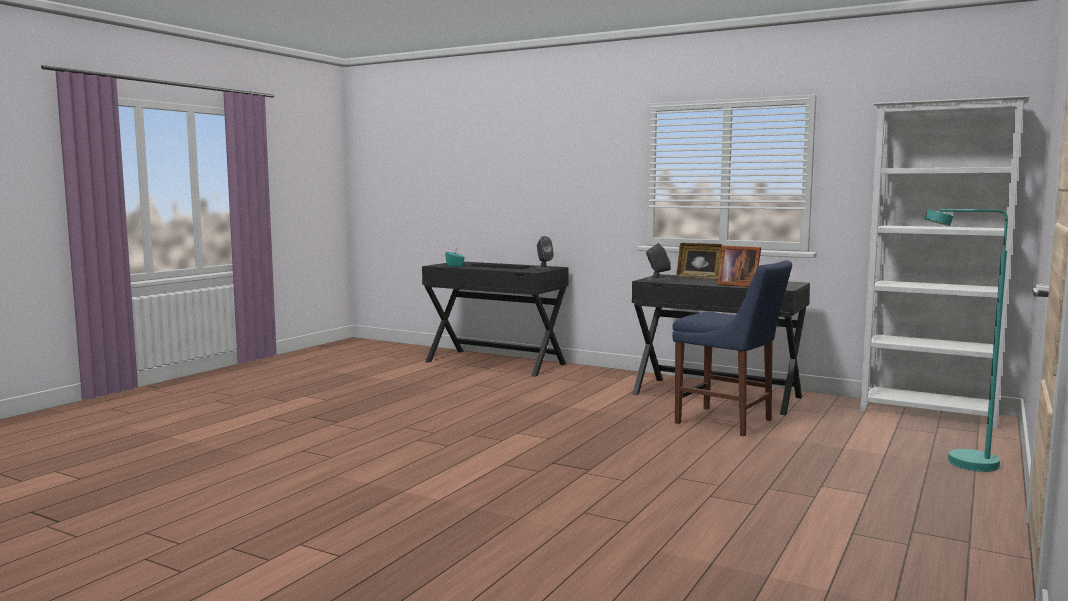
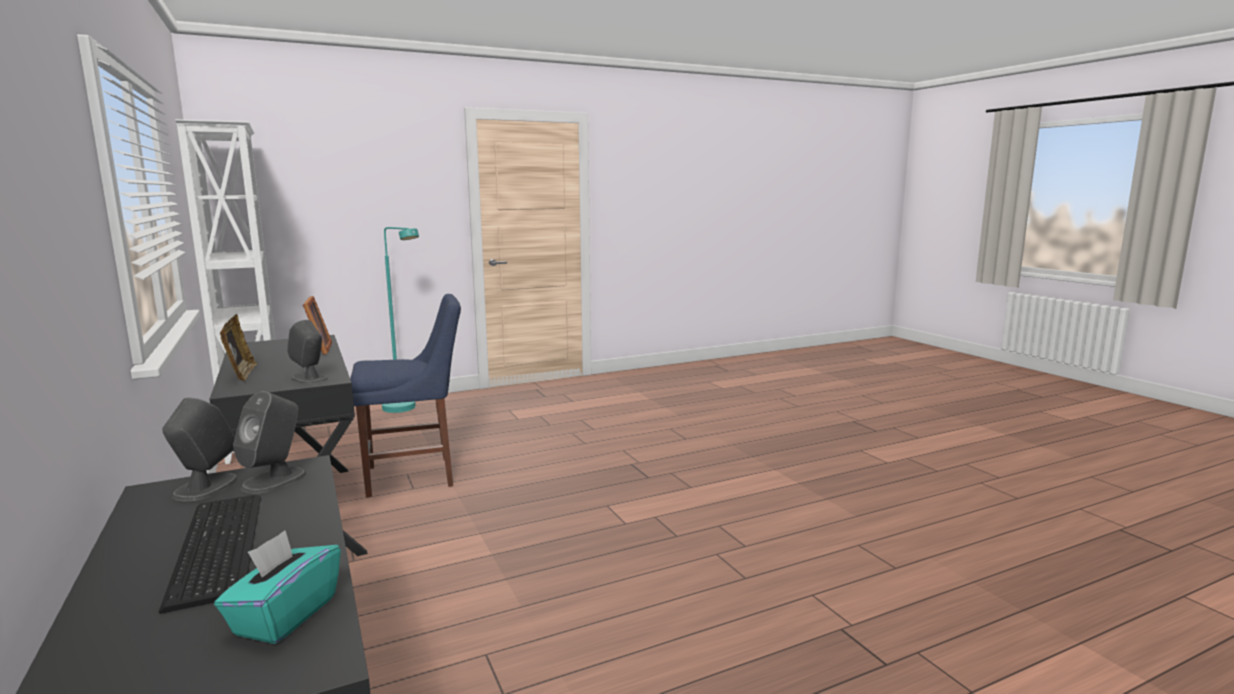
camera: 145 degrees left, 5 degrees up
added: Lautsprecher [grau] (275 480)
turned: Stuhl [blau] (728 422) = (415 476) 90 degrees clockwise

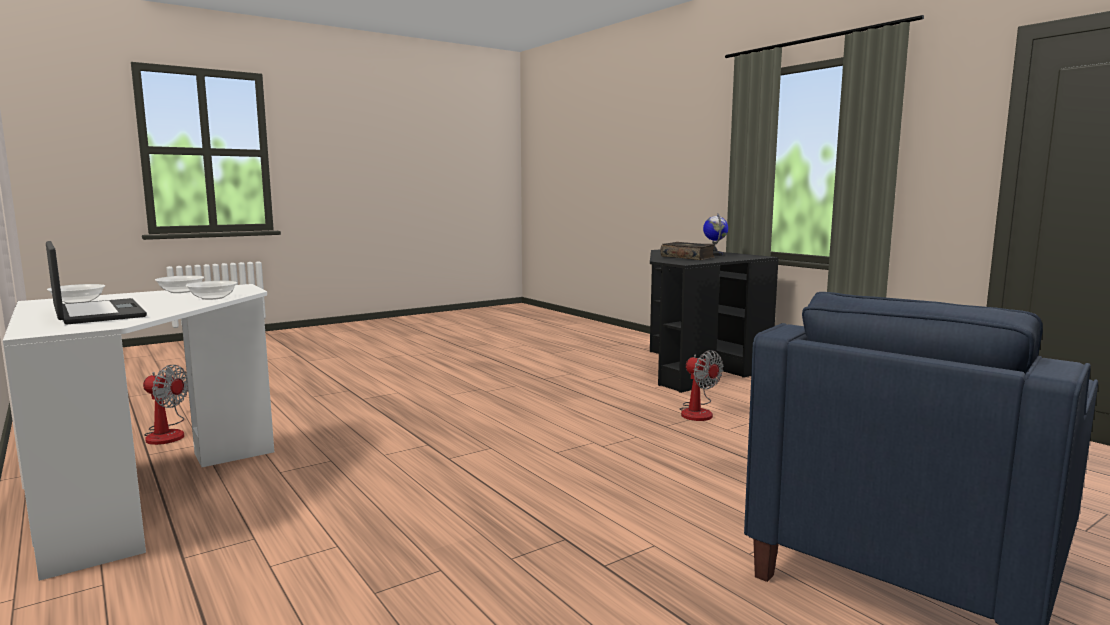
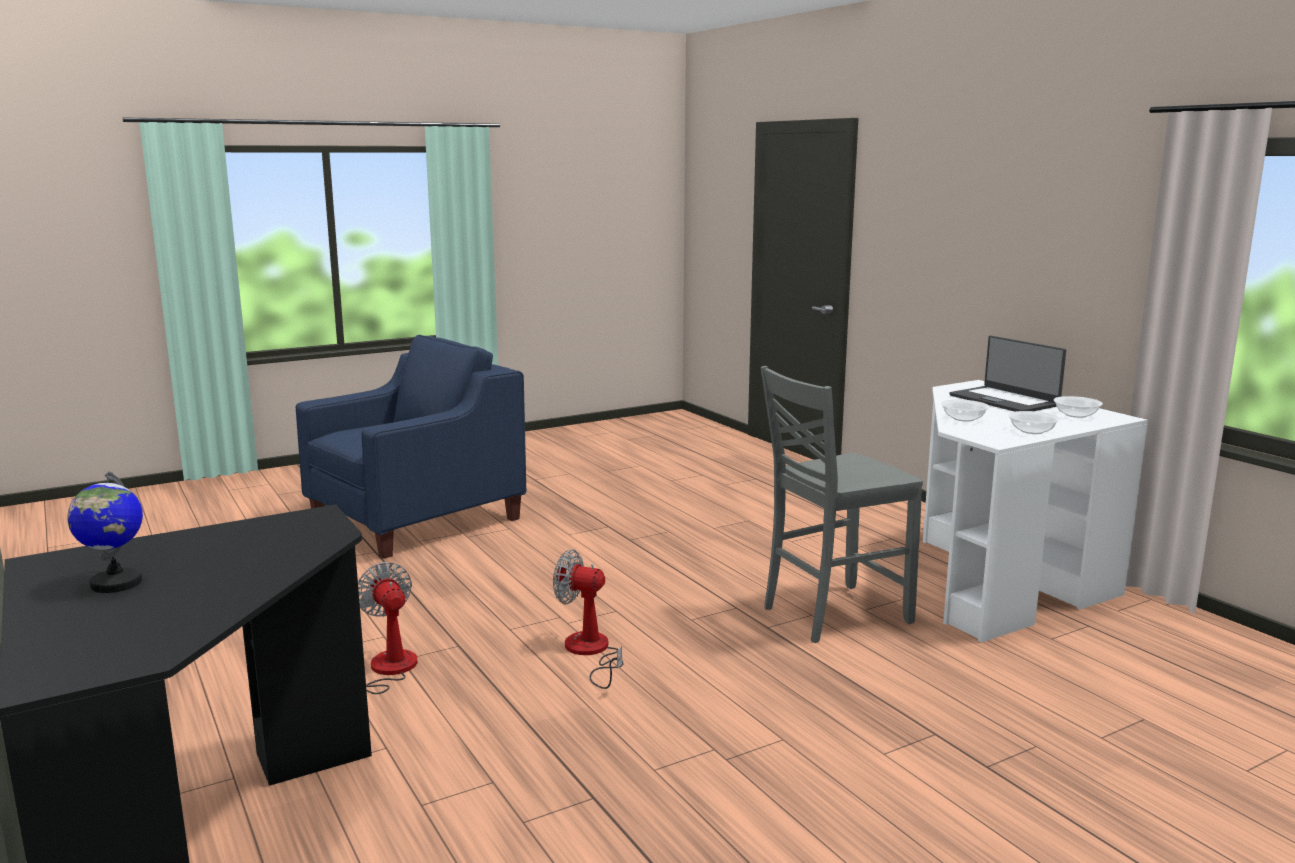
camera: 175 degrees left, 5 degrees up
removed: Buch (688 257)
added: Stuhl [grau] (832 614)
moved: Ventilator (166 434) to (591 652)

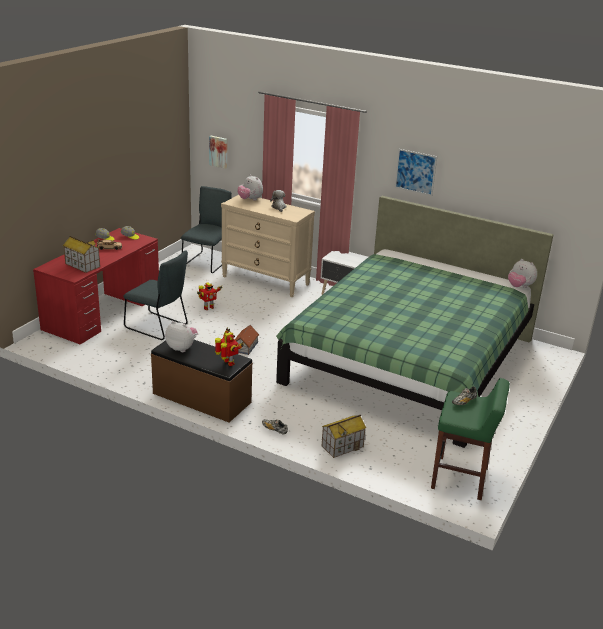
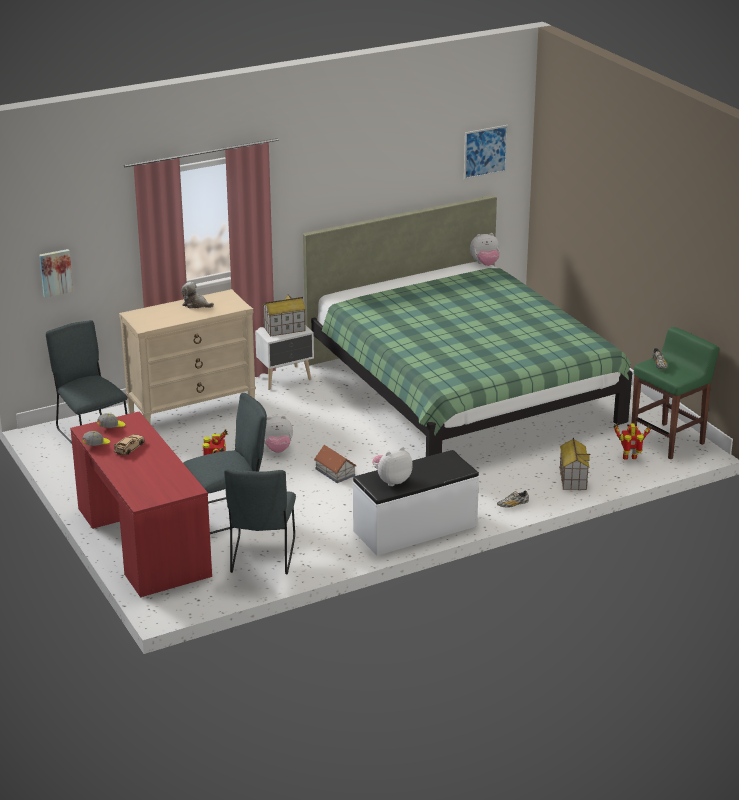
camera: 55 degrees left, 0 degrees up
added: Stuhl [grau] (262 558)
moved: Spielzeughaus (82 265) to (284 329); Spielzeugroboter (228 363) to (630 458); Plüschtier (250 199) to (277 449); Bild (415 172) to (485 152)
recoloured: Bank [braun] (201 398) to Bank [weiß] (415 529)

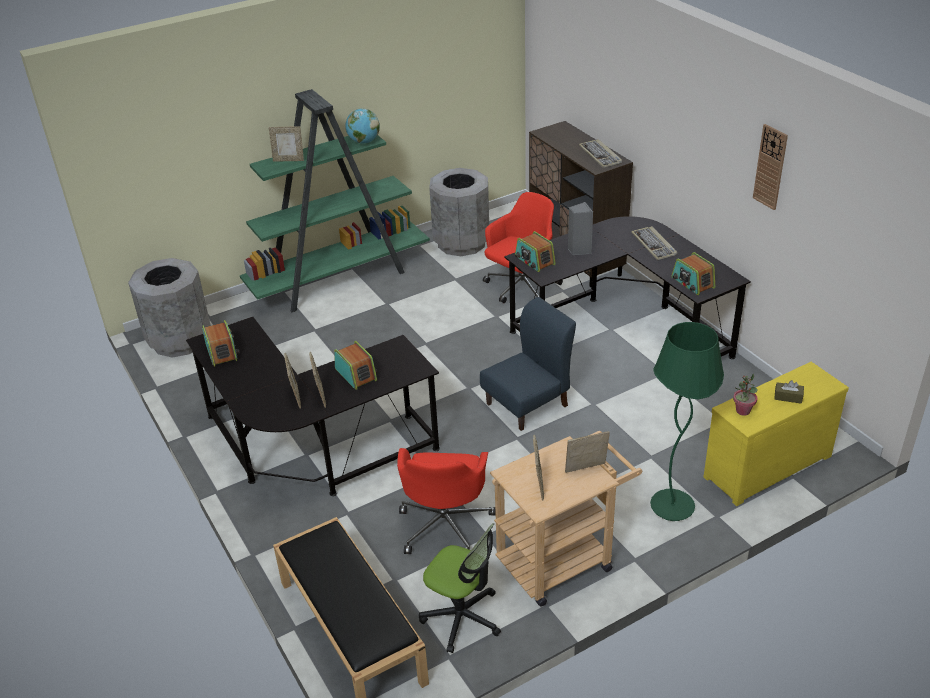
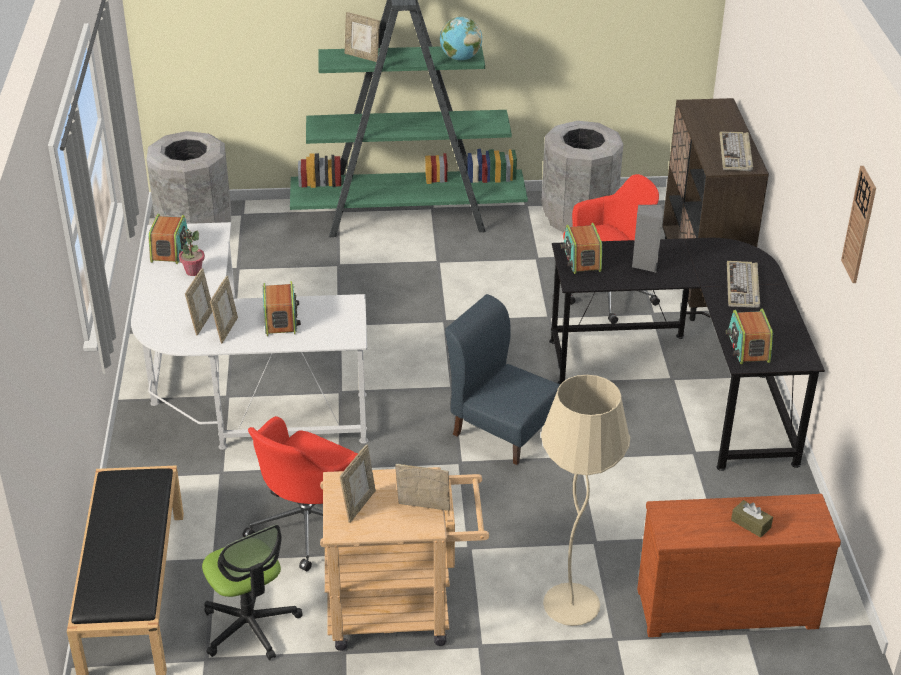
camera: 25 degrees right, 0 degrees up
moved: Topfpflanze (742 411) to (193 271)
recoloured: Schreibtisch [schwarz] (311 451) to Schreibtisch [weiß] (236 394); Stehlampe [grün] (672 507) to Stehlampe [beige] (571 607); Kommode [gelb] (765 464) to Kommode [braun] (725 605)
turned: Stuhl [blau] (528 404) = (502 430) 135 degrees counterclockwise

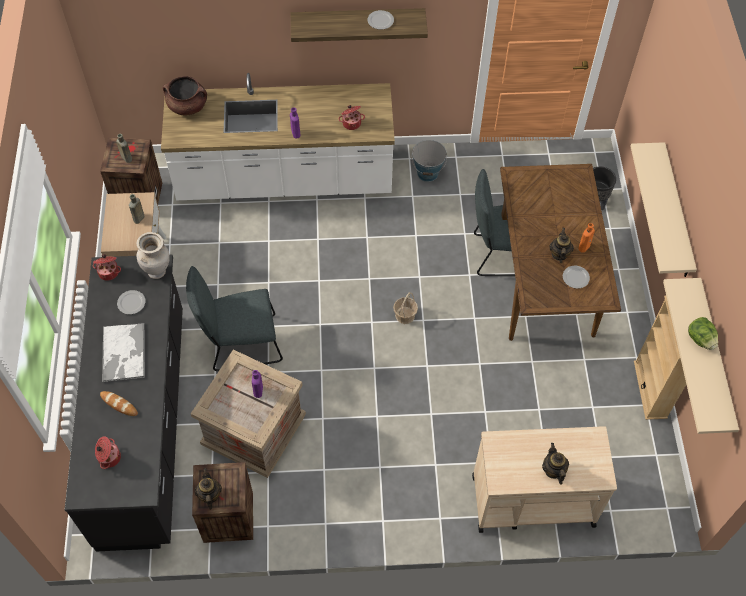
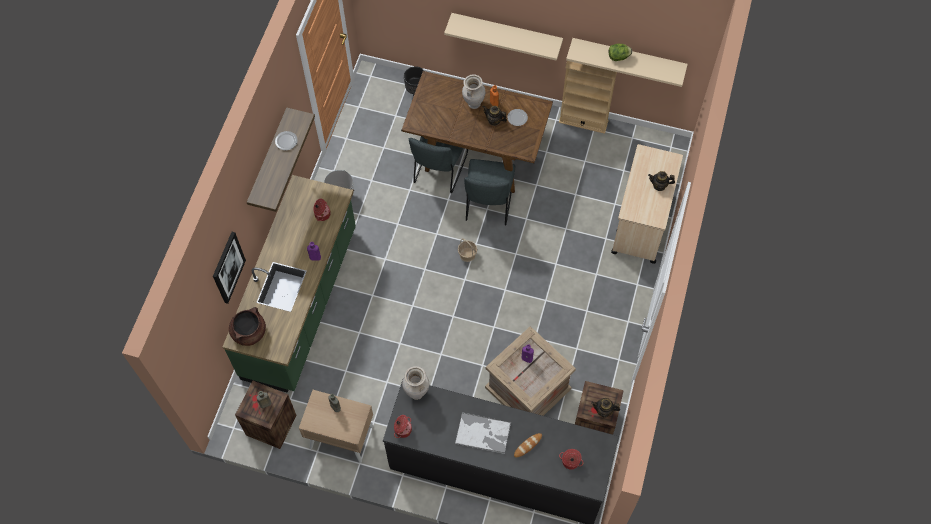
camera: 70 degrees left, 5 degrees up
removed: Teller (132 303)
added: Bild (228 267); Vase [beige] (473 104)
moved: Stuhl [grau] (240 344) to (488 204)
recoloured: Küchenzeile [weiß] (284 179) to Küchenzeile [grün] (301 303)

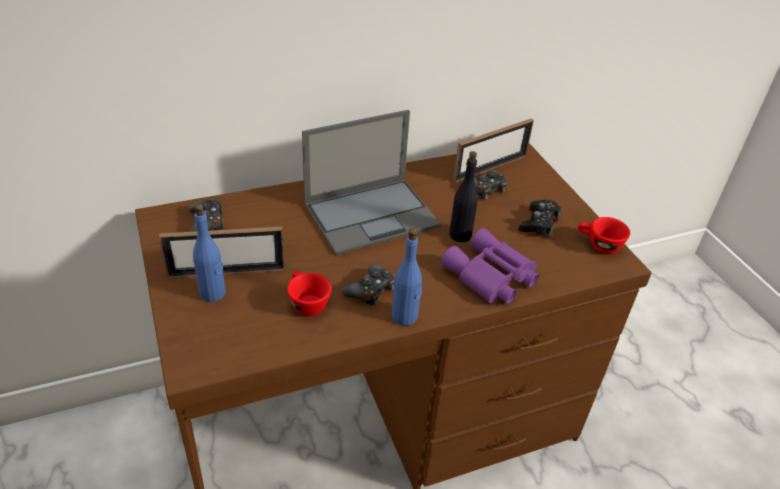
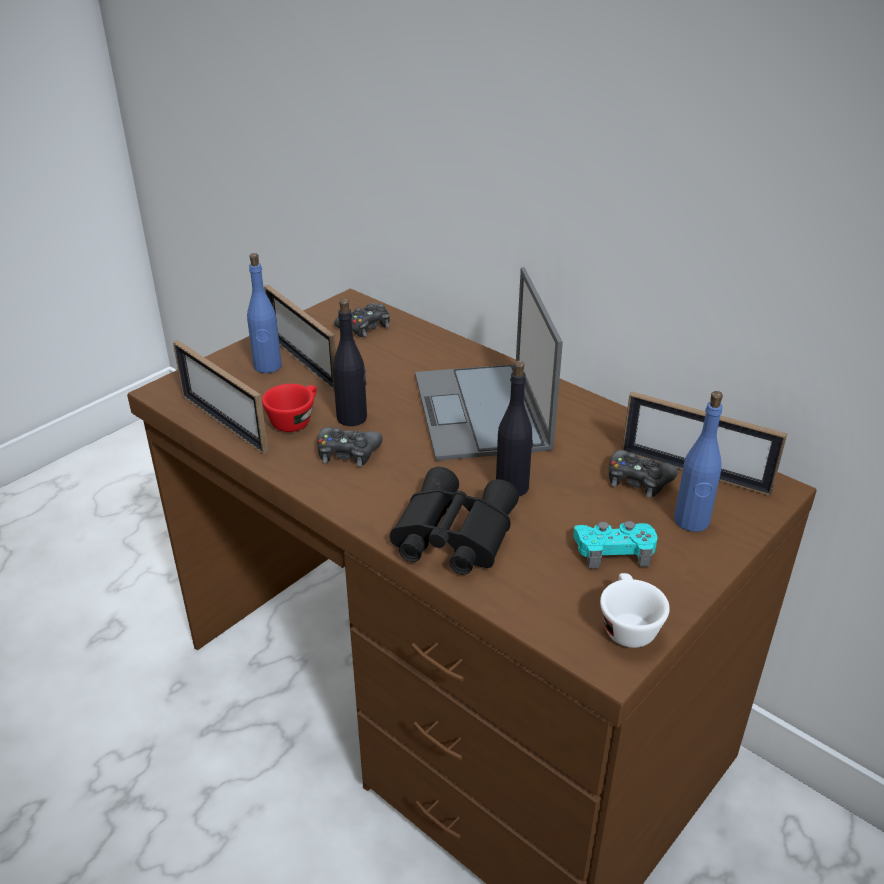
camera: 65 degrees right, 5 degrees down
added: Bilderrahmen (224 423); Flasche [schwarz] (352 418)
moved: Flasche [blau] (405 316) to (691 521)
recoloured: Fernglas [lila] (490 277) to Fernglas [schwarz] (451 535); Gamepad [schwarz] (539 223) to Gamepad [türkis] (614 550); Tasse [rot] (598 245) to Tasse [weiß] (626 625)
turned: Laptop (372 215) = (482 412) 45 degrees clockwise

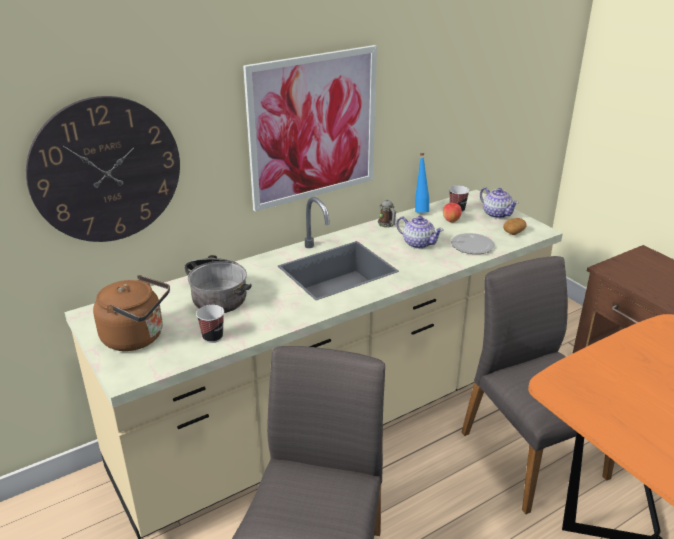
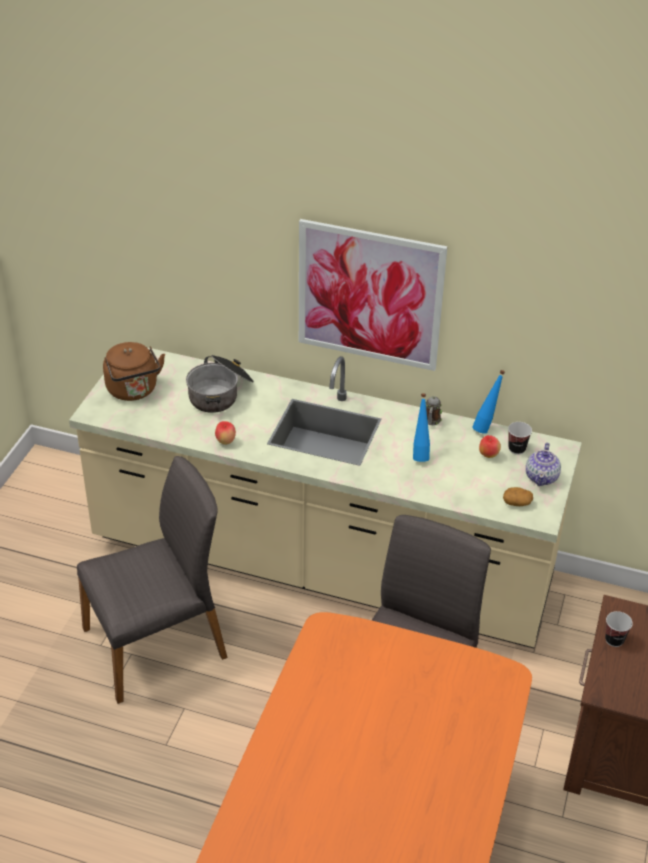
camera: 50 degrees right, 10 degrees up
removed: Wanduhr (106 171); Teller (472 246)
added: Apfel (225 441)
moved: Tasse (213 337) to (614 640)
replaced: Teekanne (418 243) to Flasche [blau] (420 454)

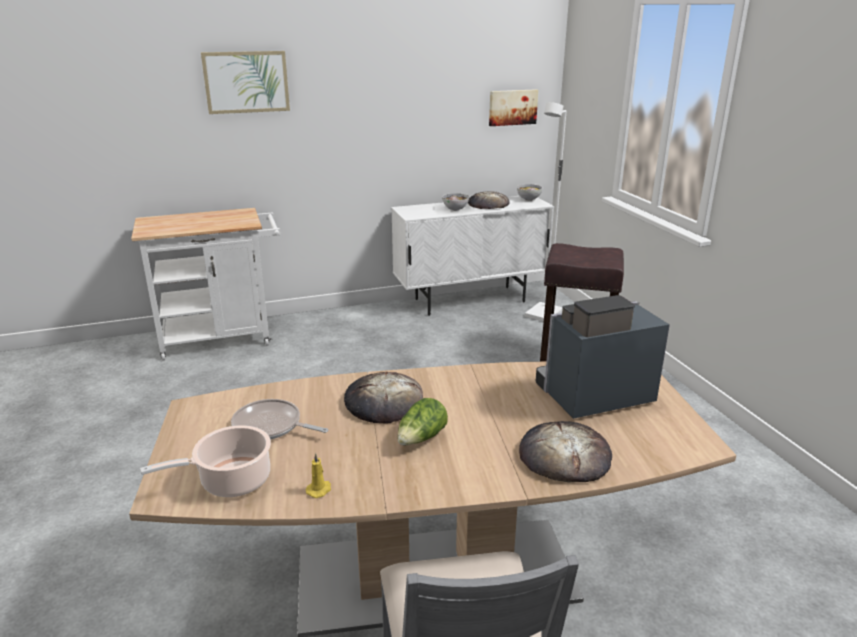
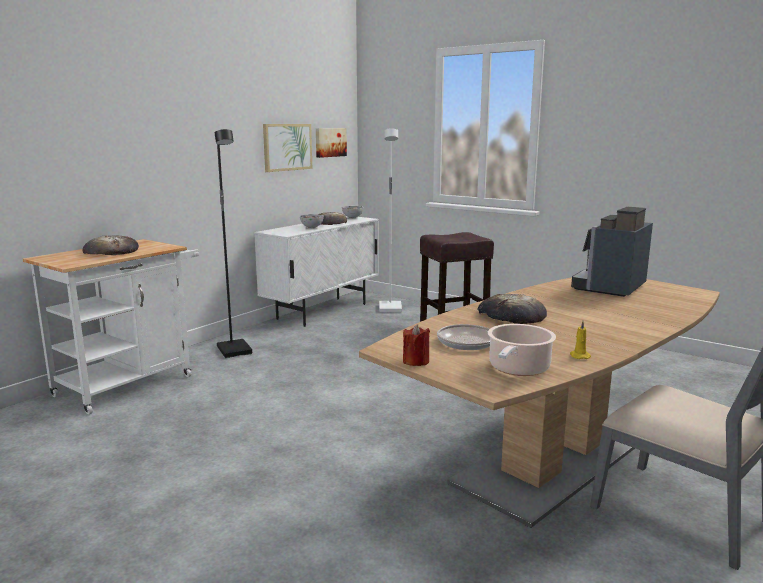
camera: 35 degrees left, 10 degrees down
removed: Salatkopf (421 438)
added: Stehlampe [schwarz] (235 350); Kerze [rot] (416 361)
moved: Bild (246 82) to (287 147); Brot (564 456) to (111 251)

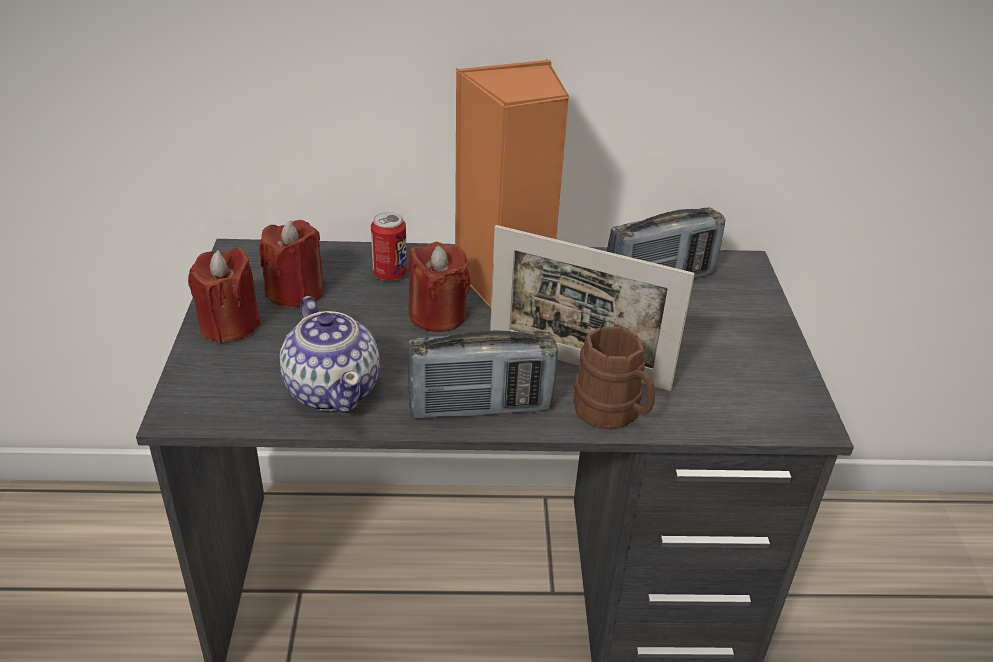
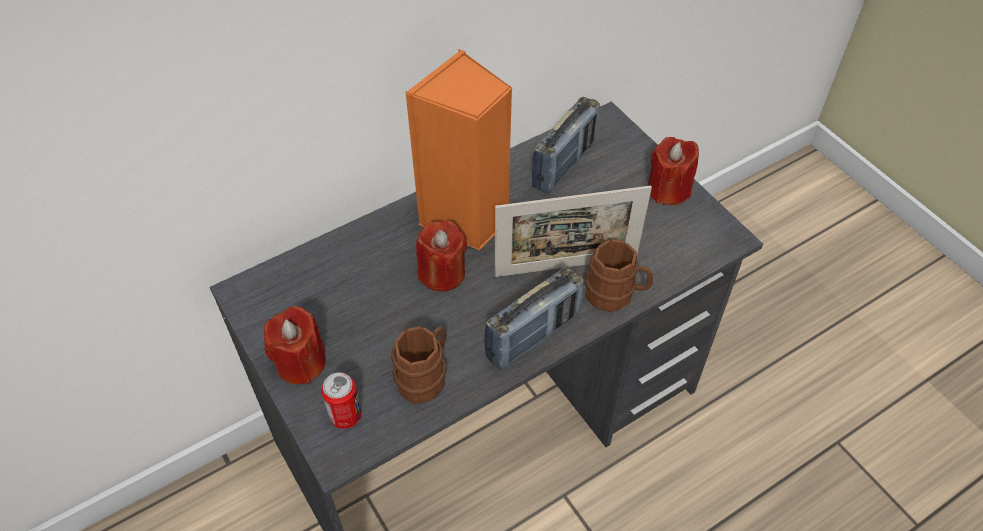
camera: 30 degrees left, 15 degrees up
moved: Kerze [rot] (296 292) to (668 190); Dose (390 274) to (345 416)
replaced: Teekanne (333 389) to Henkelbecher [braun] (425 376)

